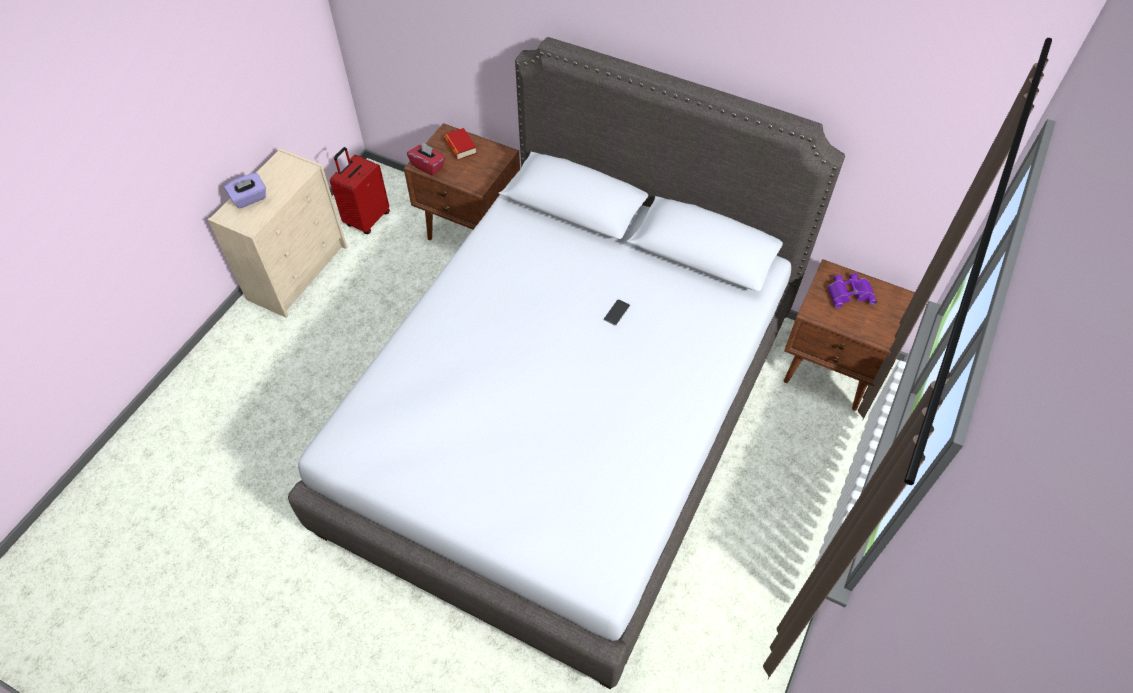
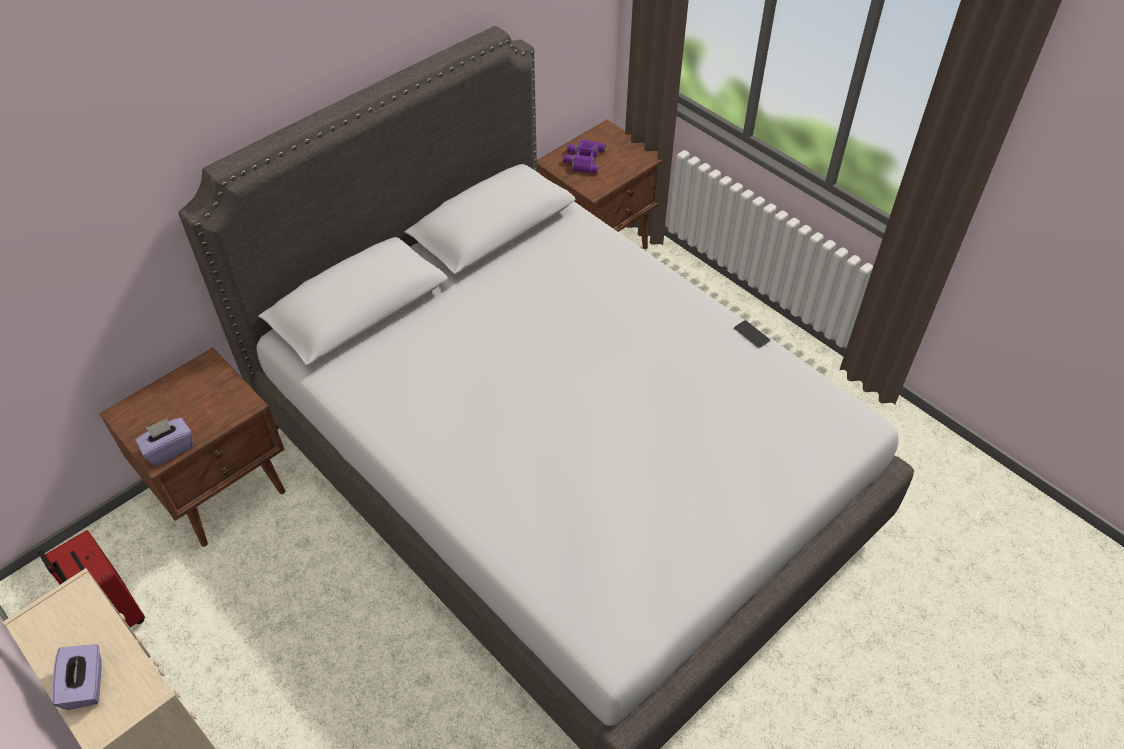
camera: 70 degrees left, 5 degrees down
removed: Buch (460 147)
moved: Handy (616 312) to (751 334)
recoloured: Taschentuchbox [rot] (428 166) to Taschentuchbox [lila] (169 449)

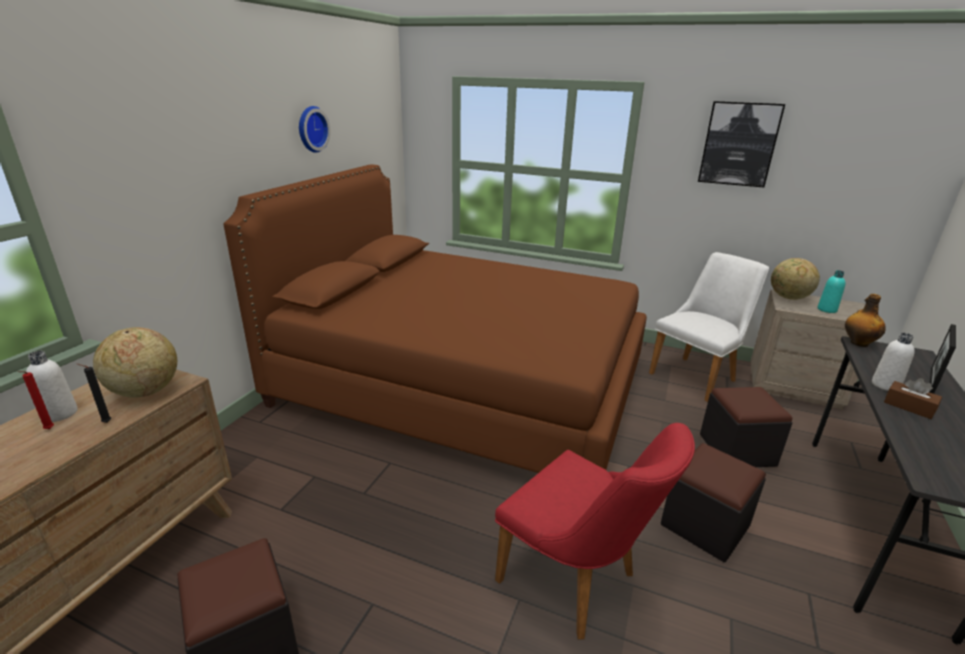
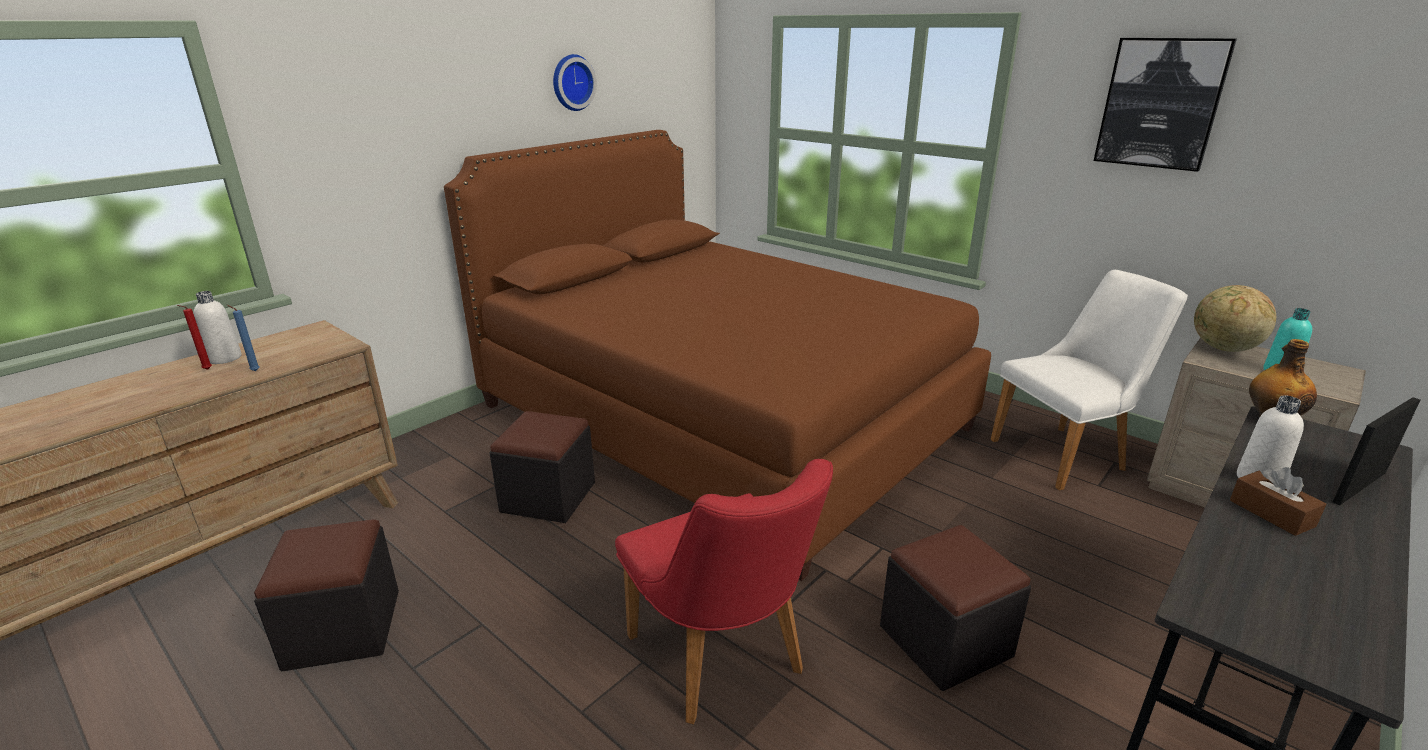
camera: 20 degrees right, 0 degrees up
removed: Globus (145 391)
moved: Polsterhocker [schwarz] (737 450) to (548 497)
recoloured: Kerze [schwarz] (105 423) to Kerze [blau] (254 371)

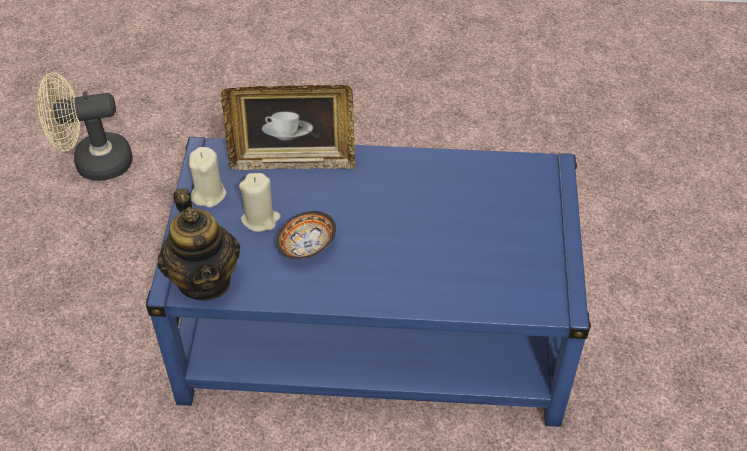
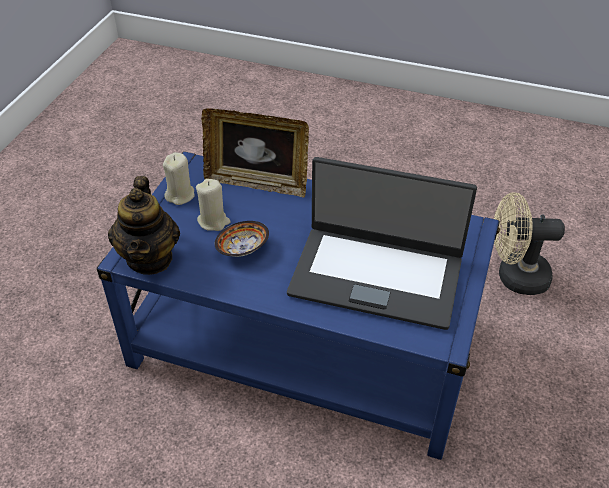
camera: 15 degrees right, 5 degrees down
added: Laptop (376 275)
moved: Ventilator [beige] (93 163) to (514 277)

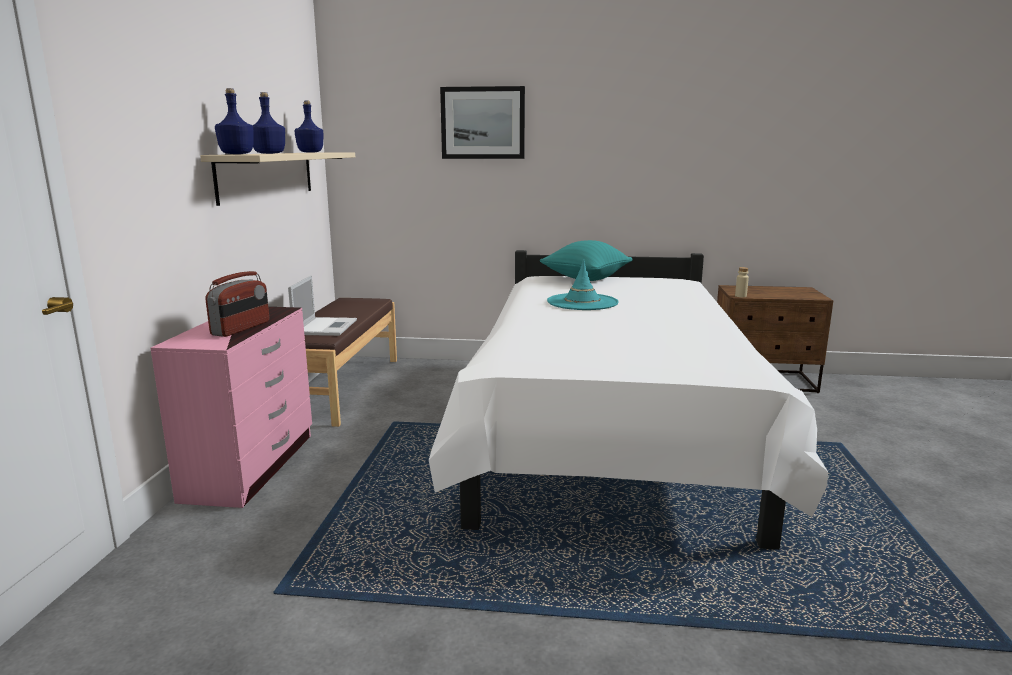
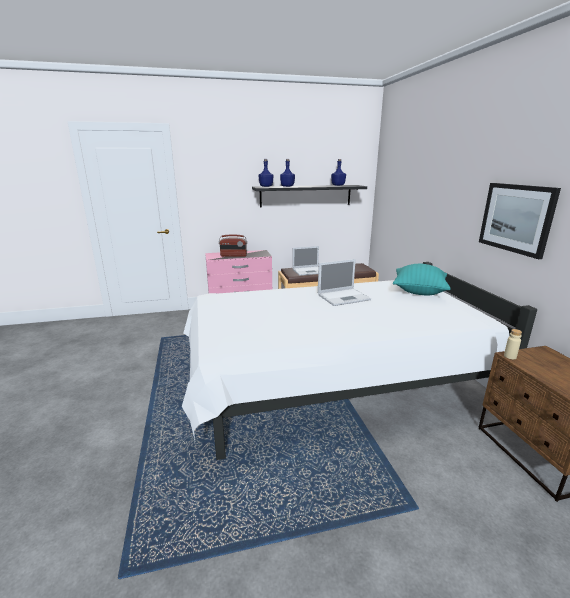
camera: 70 degrees right, 5 degrees up
moved: Bild (483 123) to (516 218)
replaced: Hut [türkis] (582 302) to Laptop (344 297)
recoloured: Wandregal [beige] (267 175) to Wandregal [schwarz] (306 195)

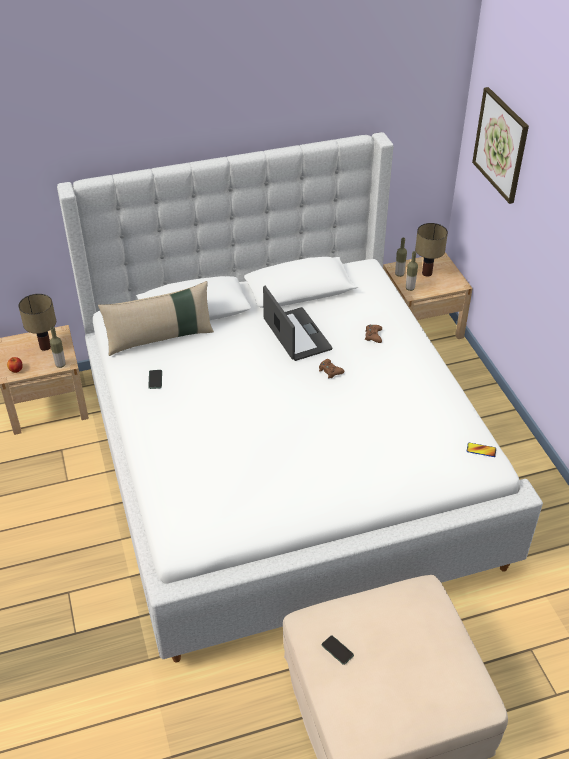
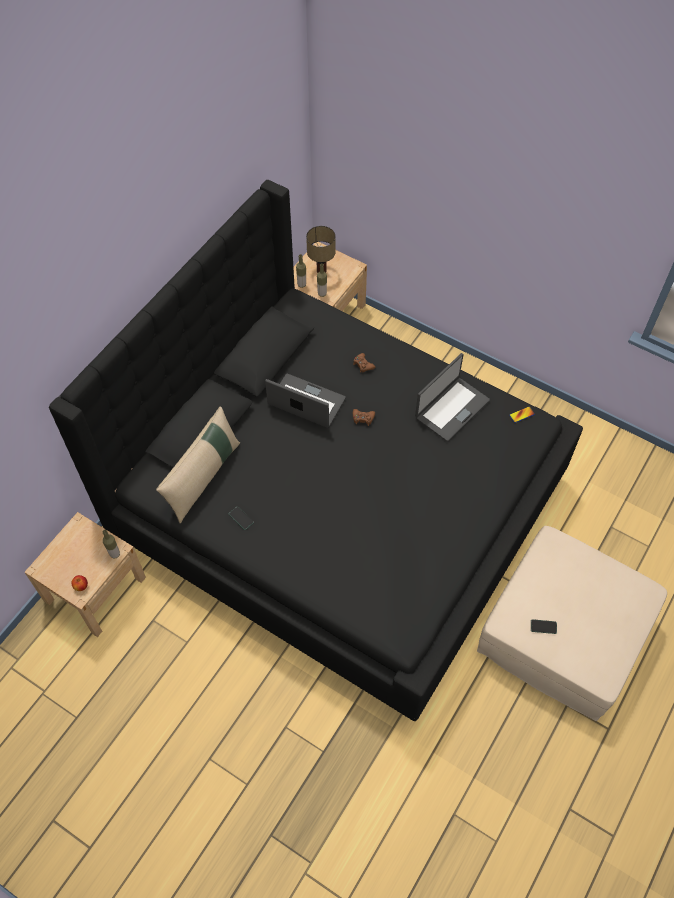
camera: 40 degrees left, 15 degrees up
removed: Tischlampe (45 346); Bild (501 145)
added: Laptop (451 408)
recoloured: Bett [weiß] (285 462) to Bett [schwarz] (337 504)

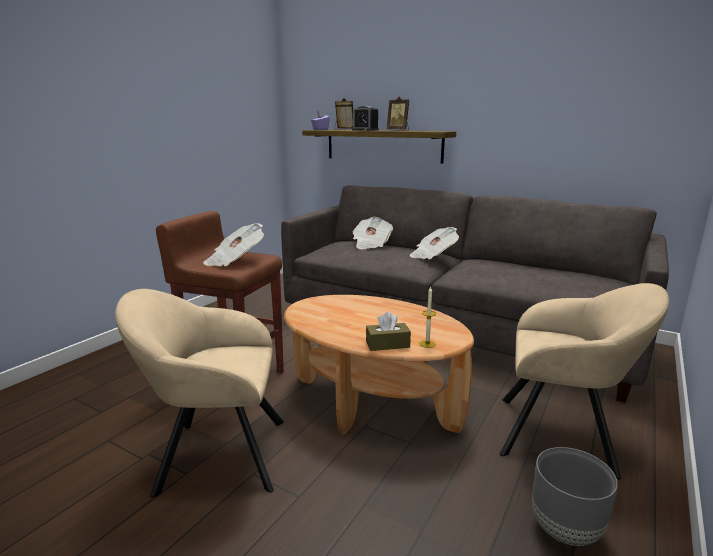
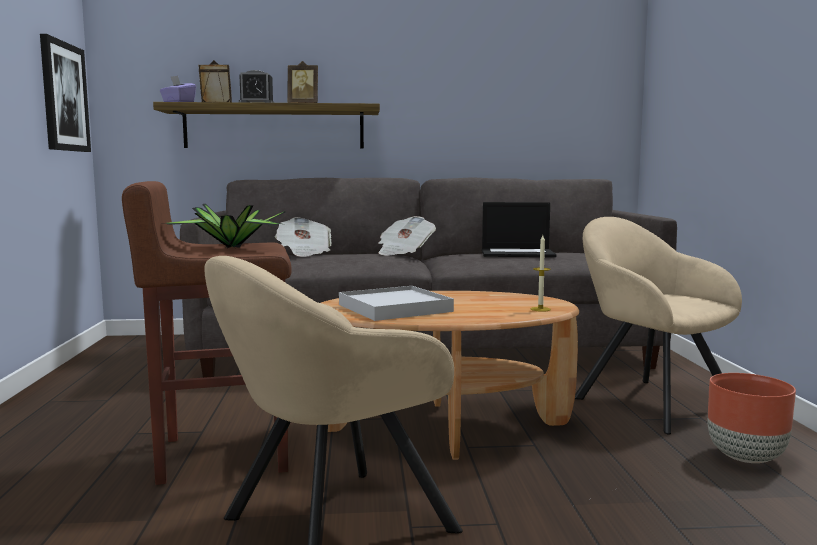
camera: 35 degrees left, 10 degrees down
removed: Taschentuchbox [braun] (387 344)
added: Bild (64 97); Tablett [weiß] (394 308); Laptop (518 253)
replaced: Zeitung (235 261) to Topfpflanze (234 247)
recoloured: Pflanzkübel [grau] (566 530) to Pflanzkübel [braun] (746 457)
turned: Sessel [beige] (562 435) = (648 401) 105 degrees counterclockwise

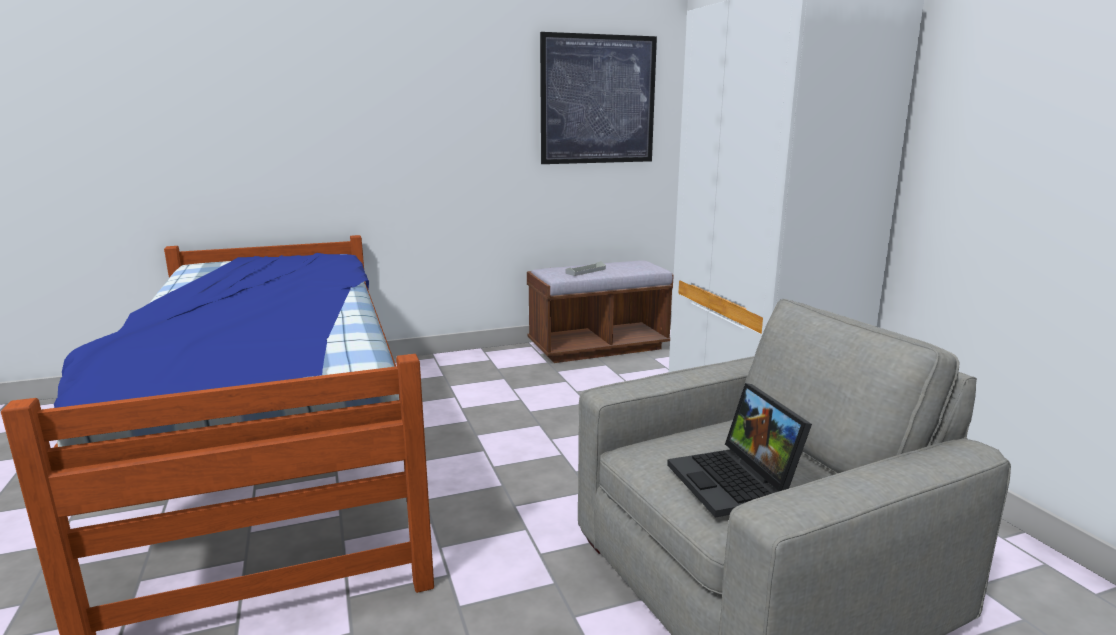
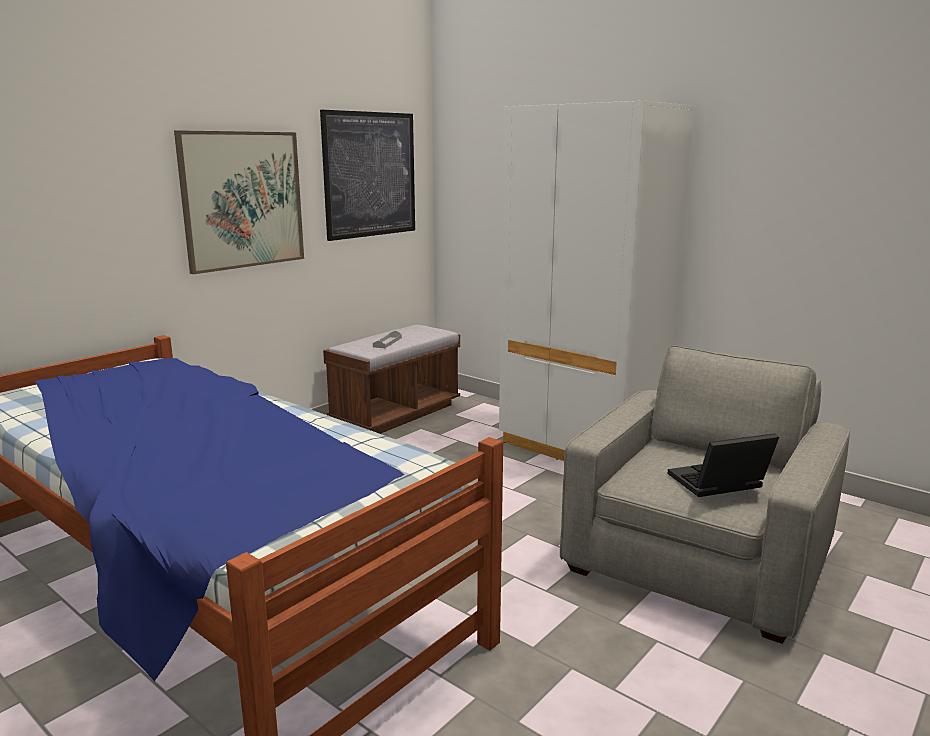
camera: 30 degrees left, 0 degrees up
added: Bild (243 200)
turned: Laptop (736 483) = (717 484) 120 degrees clockwise

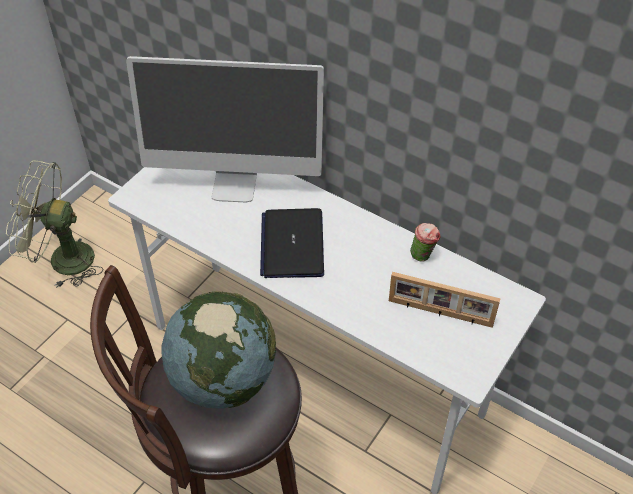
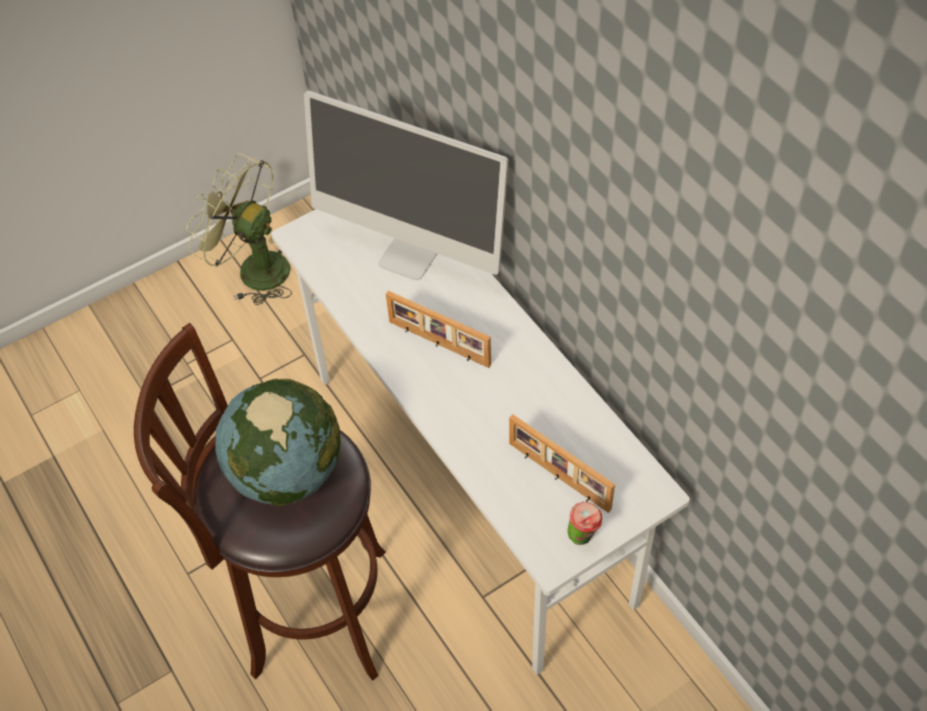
camera: 25 degrees right, 5 degrees up
moved: Tasse (423 256) to (583 537)
replaced: Laptop (292 244) to Bilderrahmen (438 344)

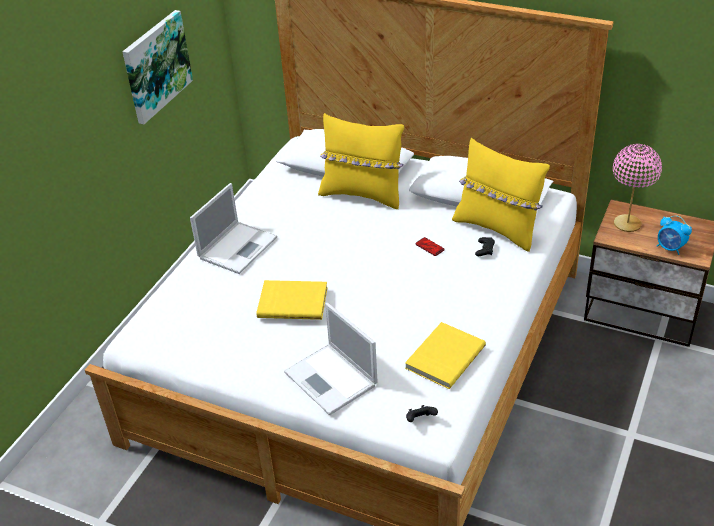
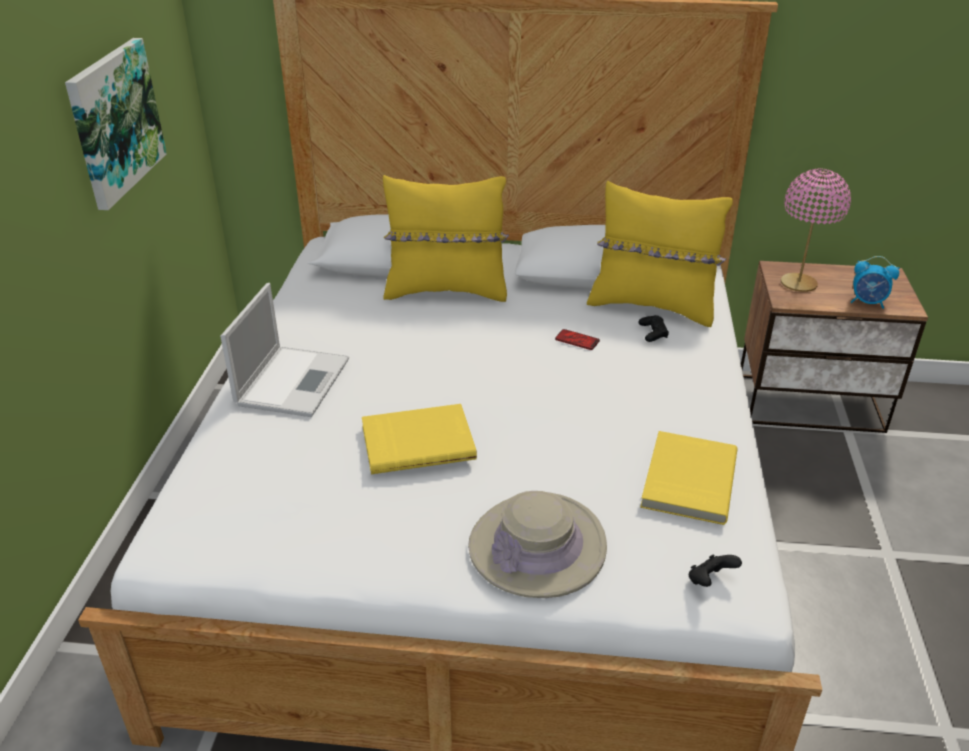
camera: 20 degrees left, 5 degrees down
replaced: Laptop (332 379) to Hut [beige] (537 546)

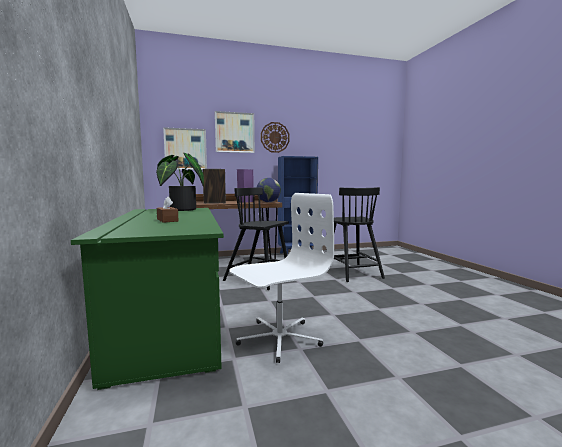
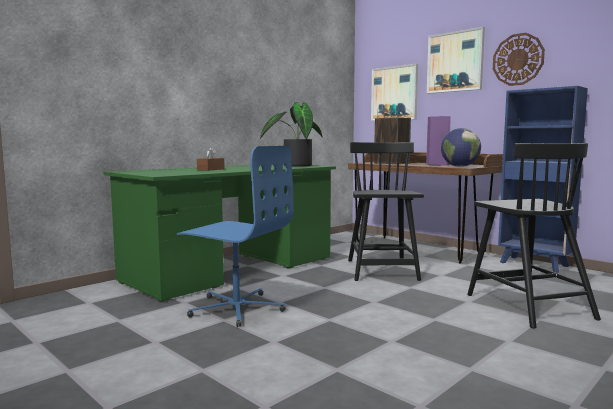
camera: 60 degrees right, 0 degrees up
recoloured: Bürostuhl [weiß] (278 338) to Bürostuhl [blau] (236 308)
turned: Stuhl [schwarz] (352 272) = (527 306) 60 degrees counterclockwise

